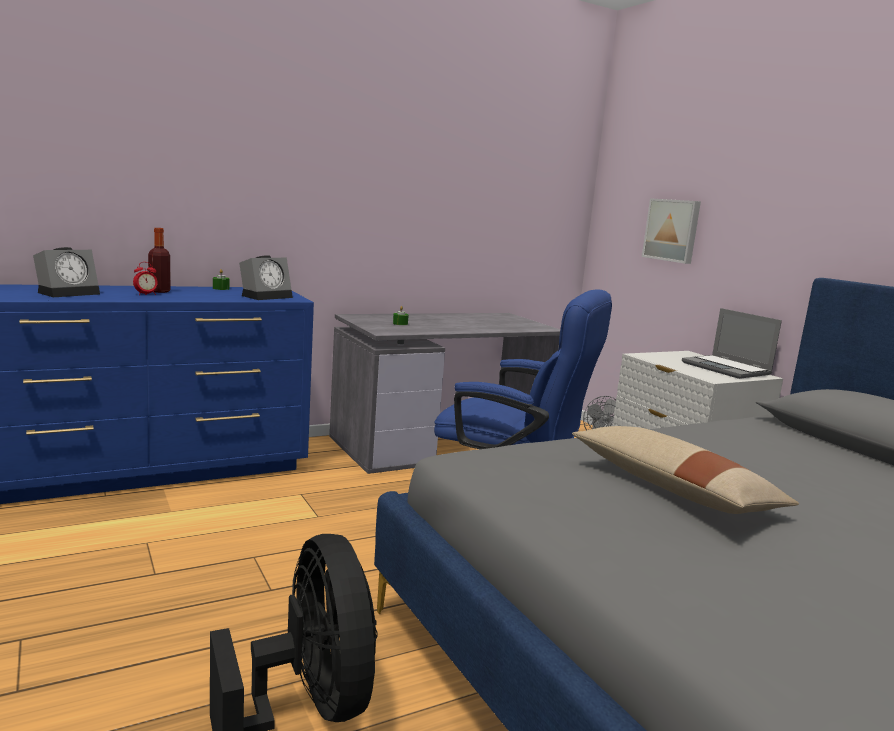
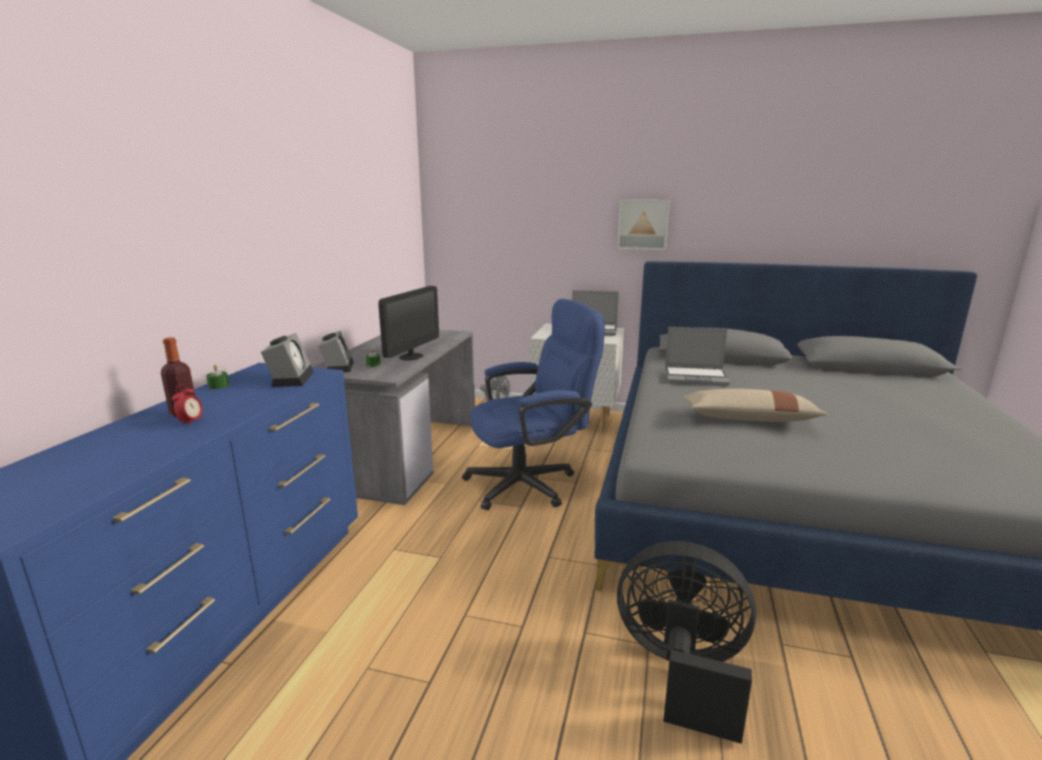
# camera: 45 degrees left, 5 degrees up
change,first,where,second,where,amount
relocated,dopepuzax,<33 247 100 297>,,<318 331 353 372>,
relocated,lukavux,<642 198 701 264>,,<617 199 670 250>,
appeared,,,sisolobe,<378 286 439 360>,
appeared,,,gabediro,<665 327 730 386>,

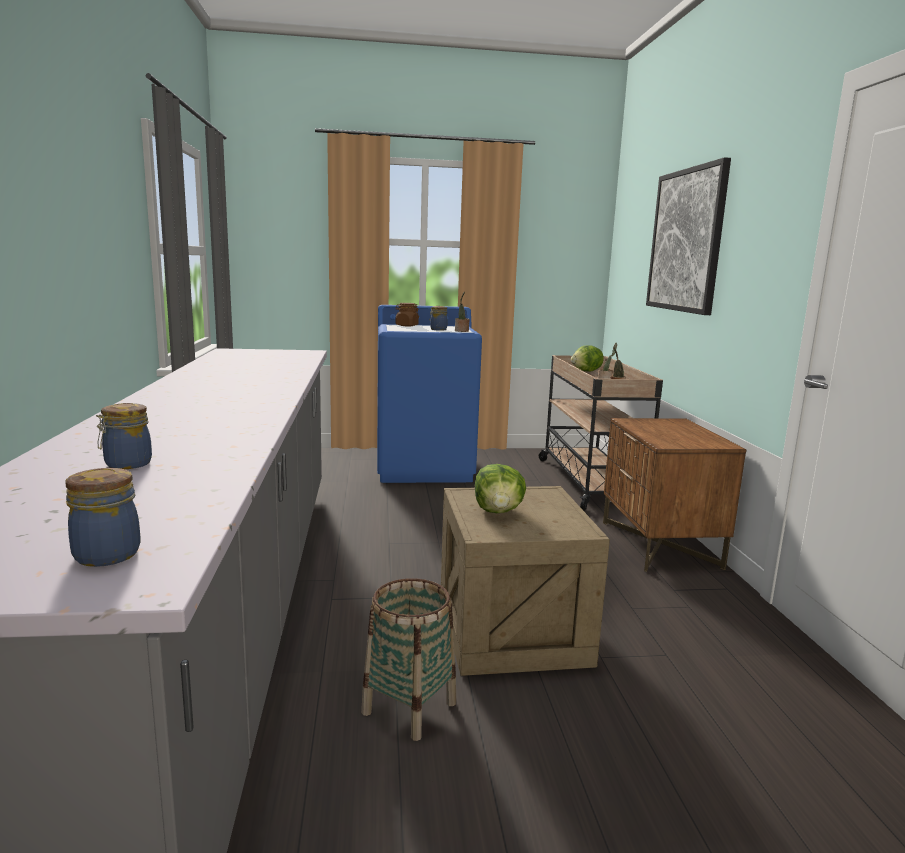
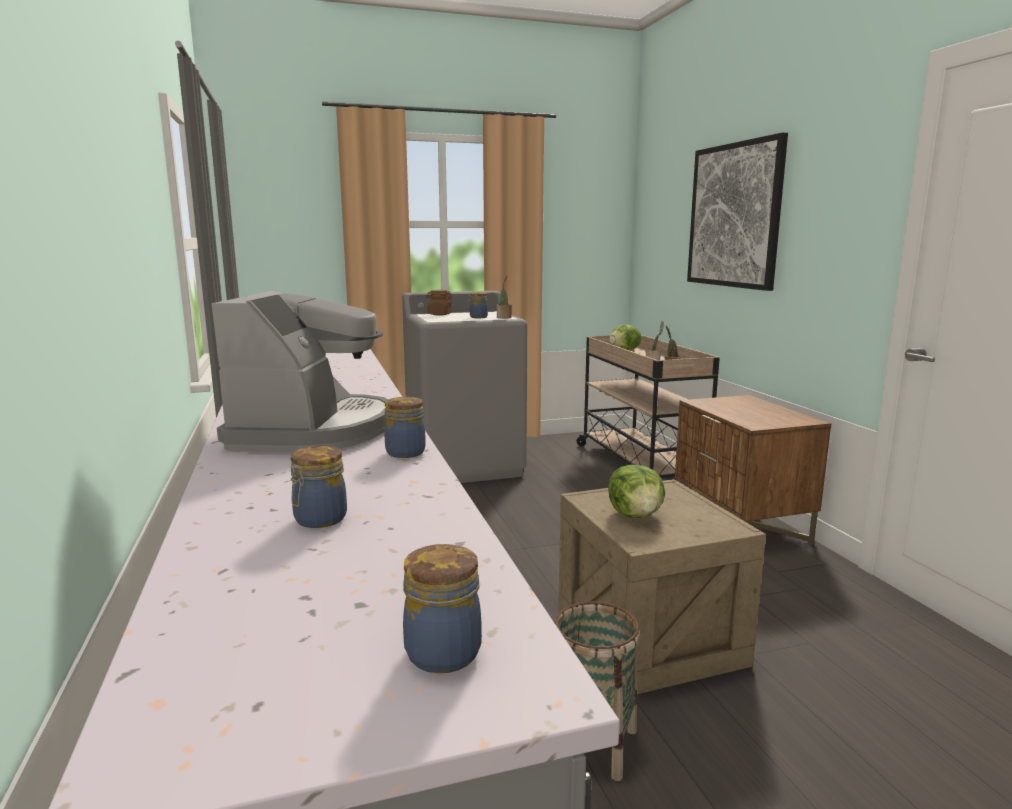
# camera: 10 degrees left, 0 degrees up
change,first,where,second,where,amount
colour,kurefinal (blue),<377 305 482 483>,kurefinal (grey),<402 291 527 483>,
appeared,,,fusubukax,<211 291 388 452>,
appeared,,,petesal,<385 397 426 458>,

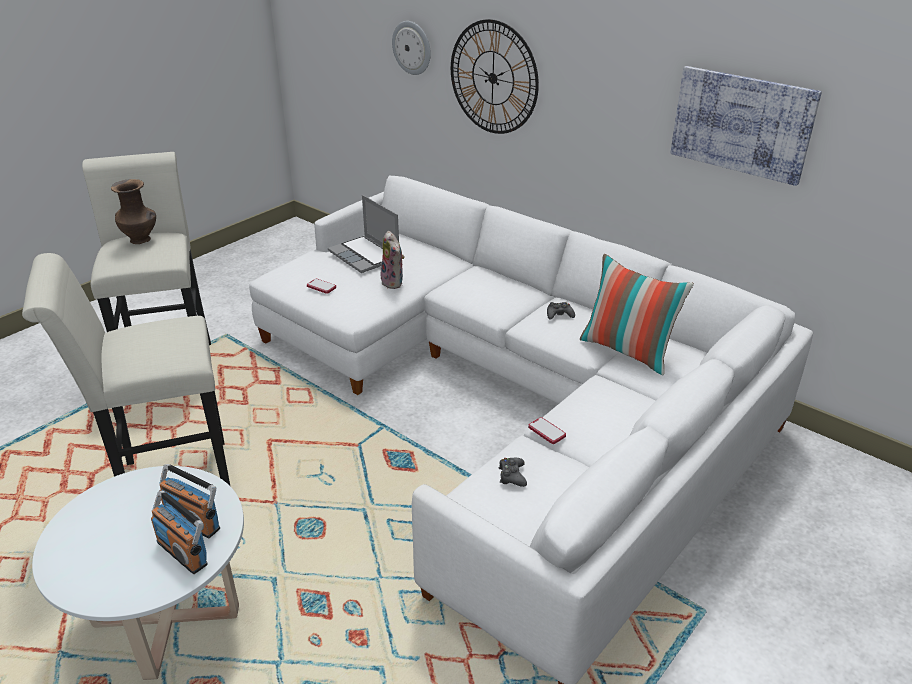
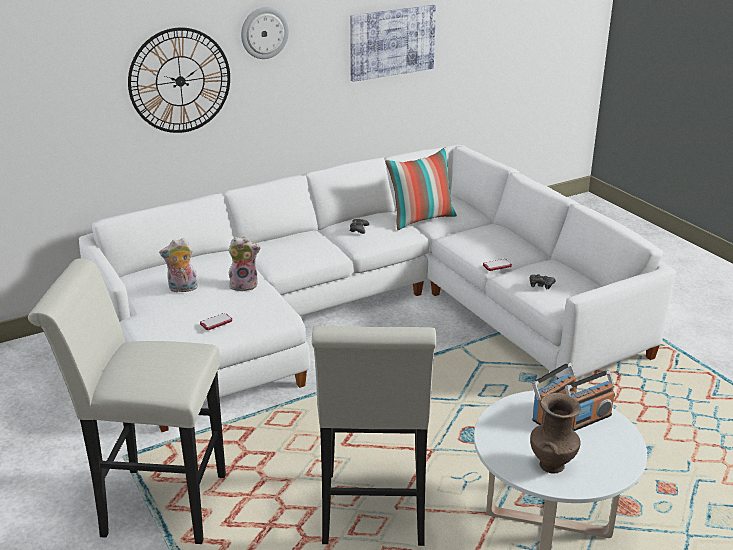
# camera: 70 degrees left, 5 degrees down
change,first,where,second,where,amount
relocated,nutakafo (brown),<111 179 156 244>,,<530 393 581 474>,
exchanged,gabediro,<328 195 399 273>,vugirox,<159 238 199 293>,
relocated,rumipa,<392 21 431 75>,,<241 7 289 59>,

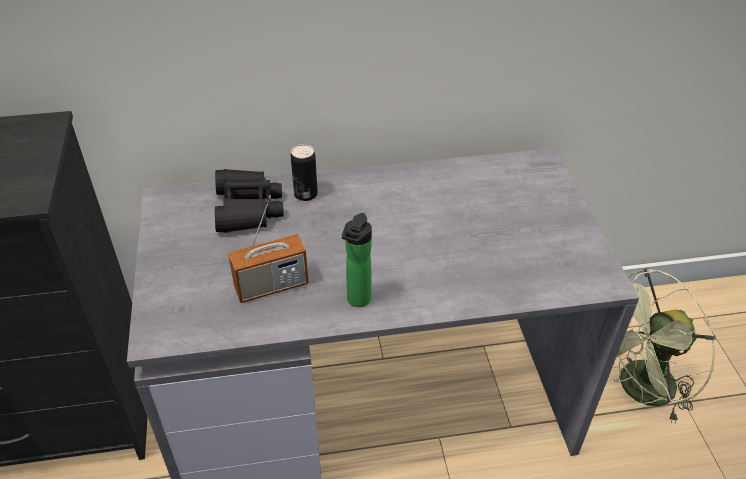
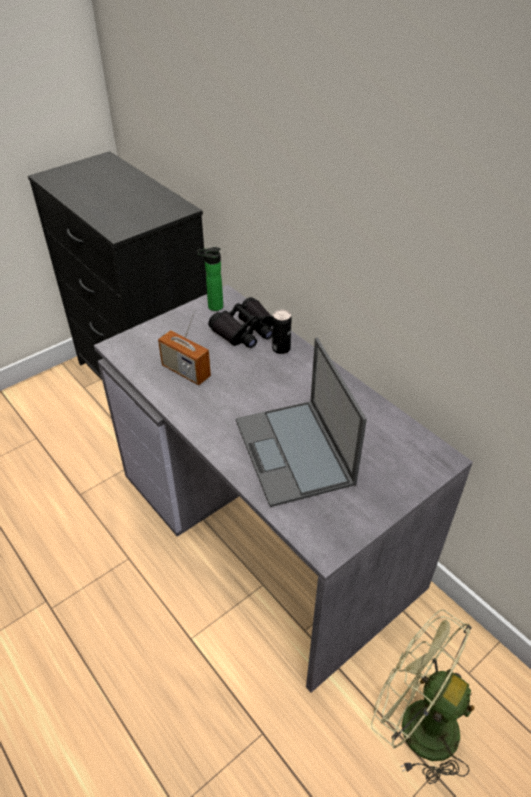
# camera: 60 degrees right, 0 degrees up
change,first,where,second,where,amount
relocated,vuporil,<342 213 372 307>,,<197 247 223 311>,
appeared,,,gabediro,<236 338 367 507>,

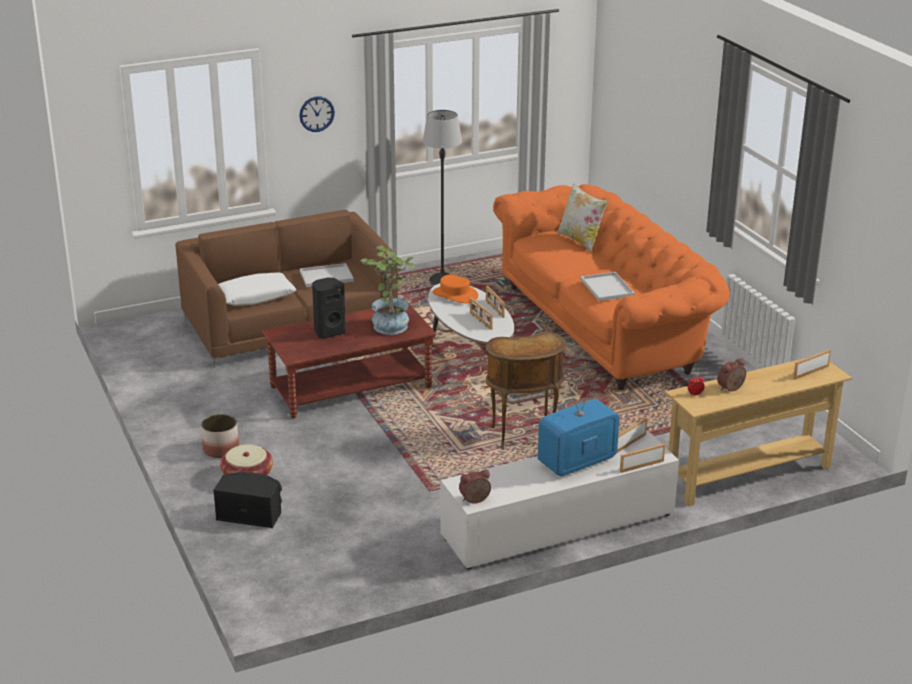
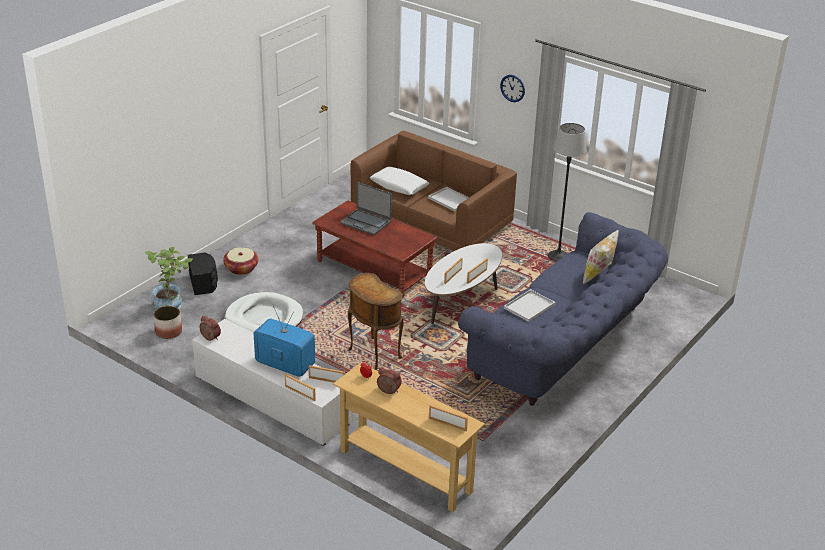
# camera: 60 degrees right, 5 degrees up
change,first,where,second,where,amount
relocated,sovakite,<201 414 239 458>,,<153 306 182 339>,
exchanged,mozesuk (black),<312 277 346 339>,gabediro,<340 182 392 235>,
relocated,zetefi,<361 245 416 335>,,<145 247 193 309>,
missing,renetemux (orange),<432 275 478 303>,,,
colour,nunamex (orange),<493 184 730 390>,nunamex (blue),<458 212 668 406>,
appeared,,,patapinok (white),<225 292 303 333>,

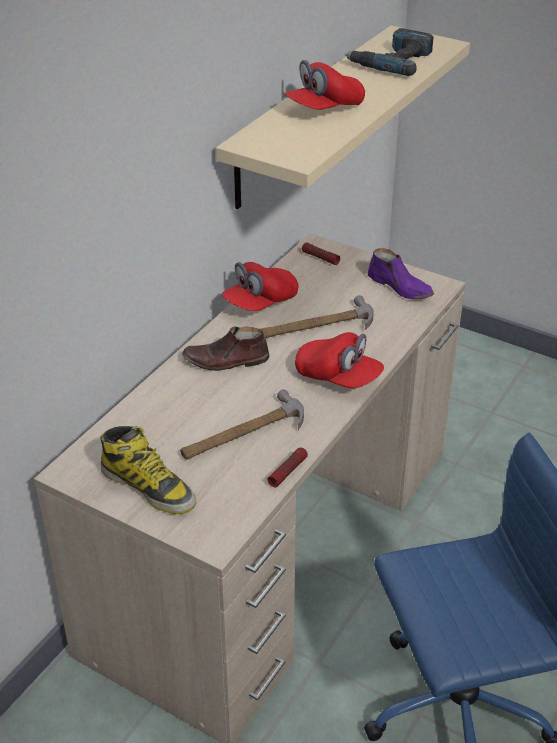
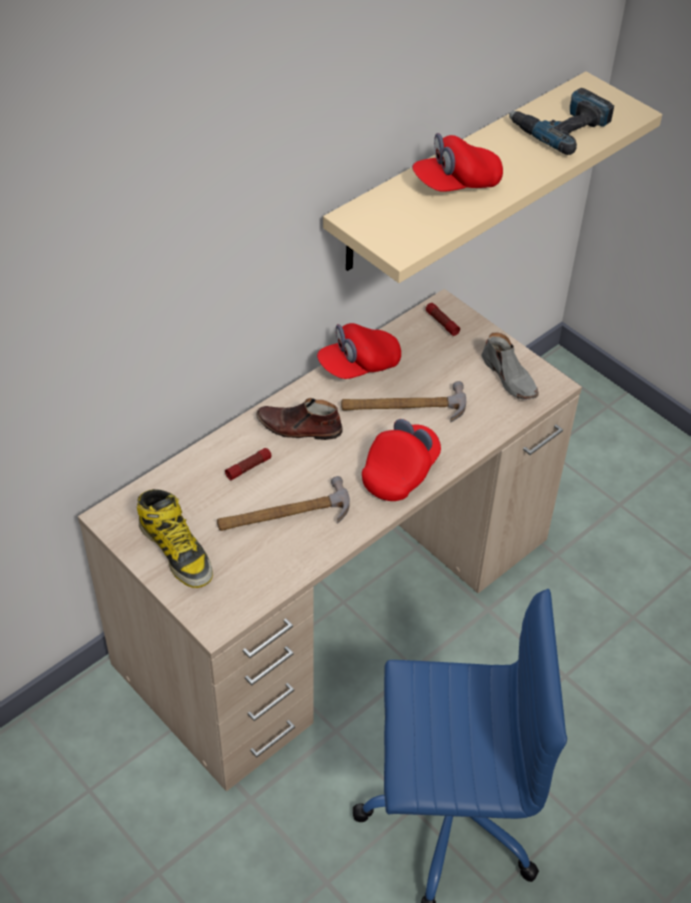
# camera: 15 degrees right, 10 degrees up
change,first,where,second,where,amount
relocated,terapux,<267 447 308 488>,,<225 448 272 480>,
spun,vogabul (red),<295 332 384 388>,,<362 419 441 501>,105 degrees counterclockwise
colour,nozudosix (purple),<368 248 434 300>,nozudosix (grey),<481 332 539 400>,

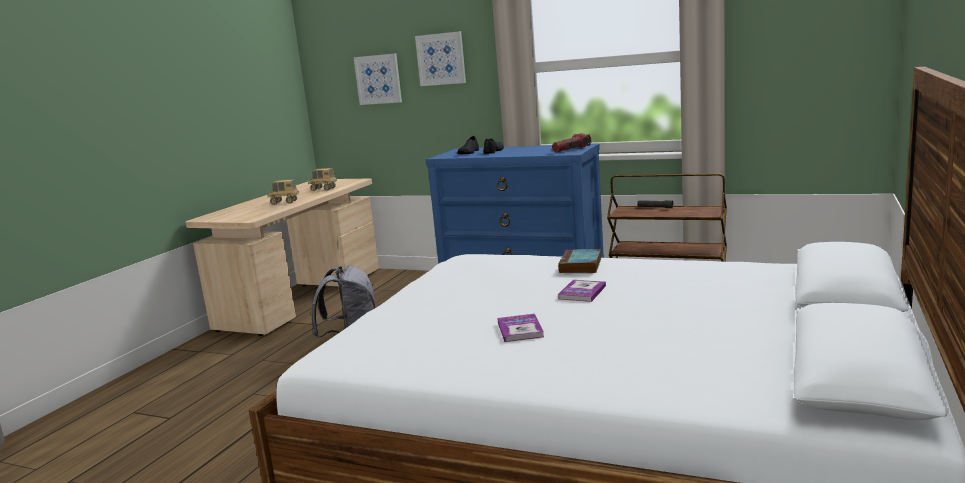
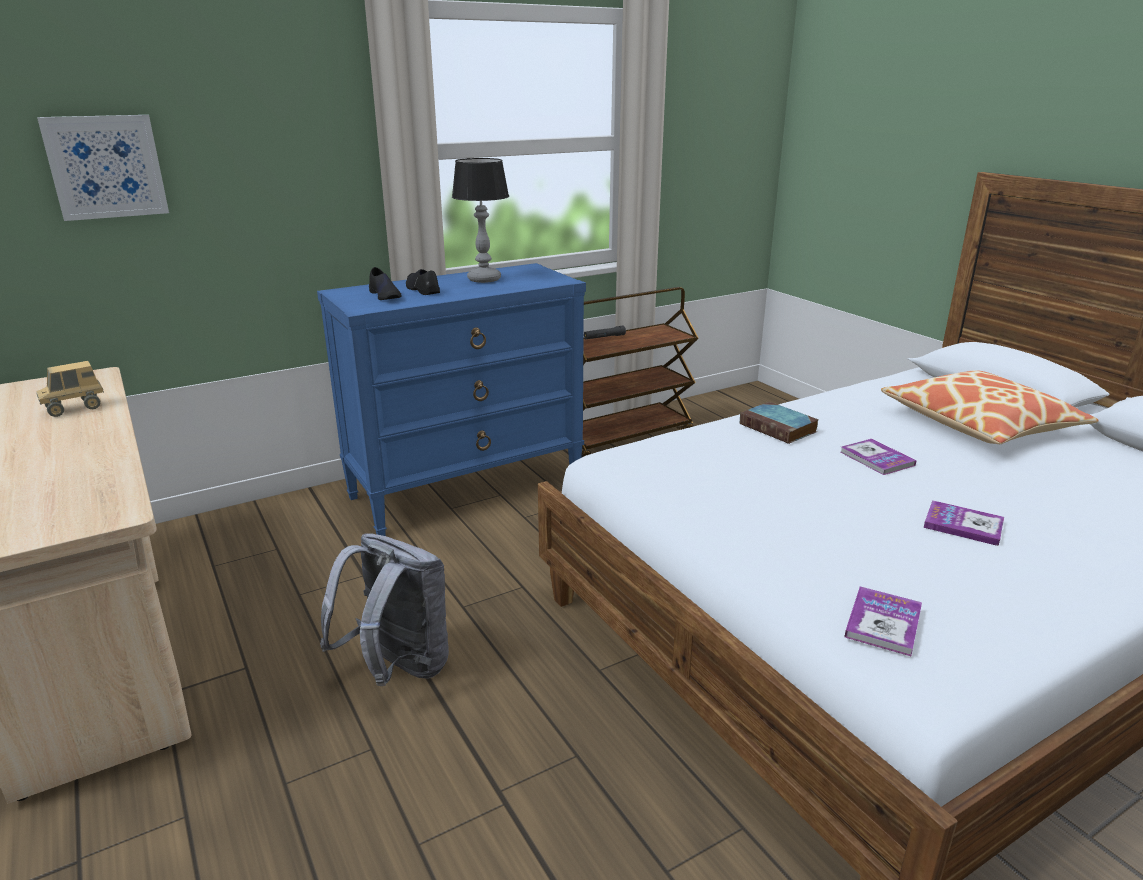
# camera: 55 degrees left, 10 degrees up
change,first,where,second,where,amount
missing,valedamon,<268 179 299 205>,,,
missing,lukavux,<415 31 466 86>,,,
missing,terapux,<552 133 591 152>,,,
appeared,,,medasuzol,<452 158 509 283>,
appeared,,,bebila,<844 586 922 656>,
appeared,,,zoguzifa,<881 370 1099 444>,

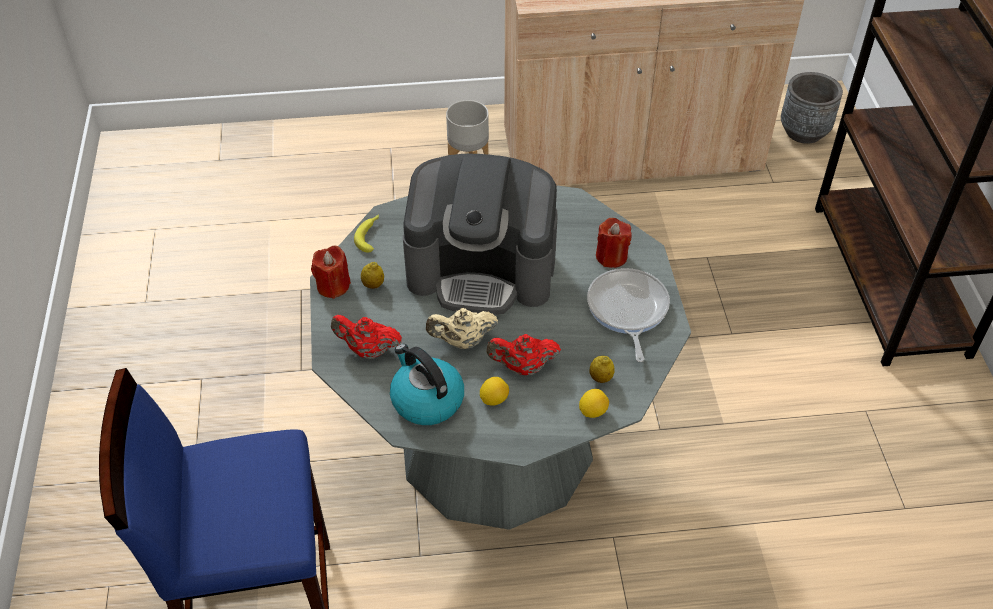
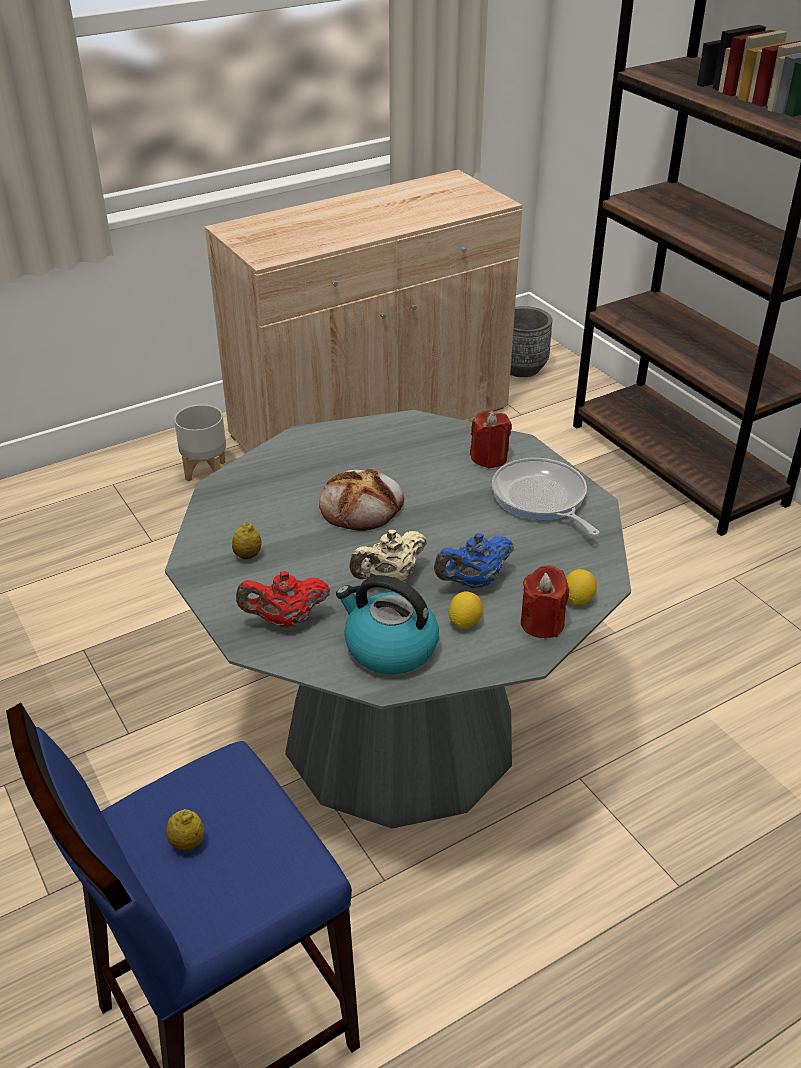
# camera: 25 degrees left, 10 degrees down
change,first,where,second,where,amount
relocated,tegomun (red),<311 246 351 299>,,<521 565 569 638>,
missing,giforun,<354 215 379 253>,,,
exchanged,fusubukax,<403 153 558 315>,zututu,<319 469 404 531>,
colour,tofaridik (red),<486 334 561 375>,tofaridik (blue),<434 533 514 588>,
relocated,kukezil,<589 356 615 383>,,<166 809 204 851>,

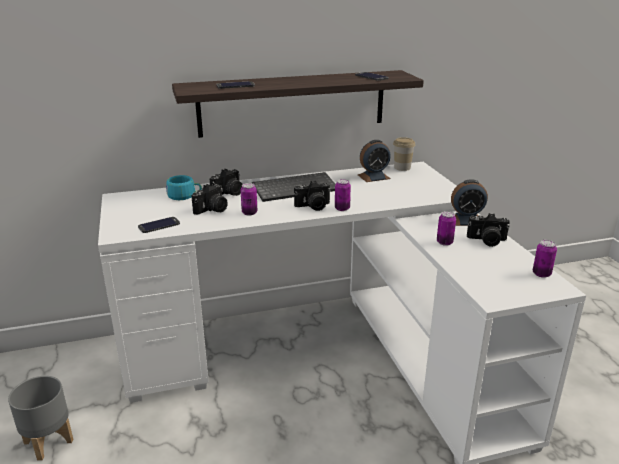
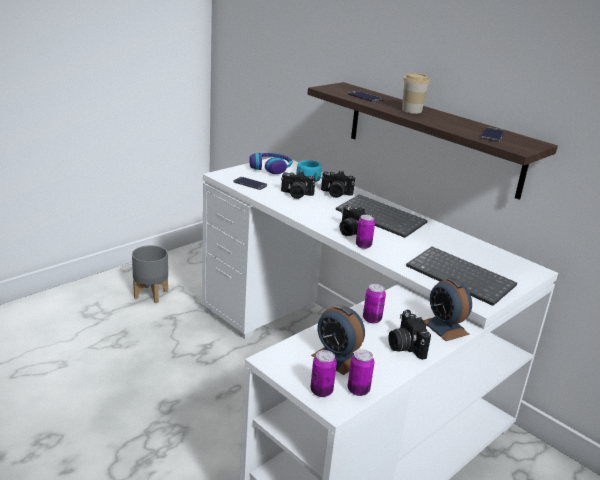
# camera: 60 degrees right, 0 degrees up
change,first,where,second,where,amount
relocated,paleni,<241 183 257 215>,,<310 350 337 397>,
relocated,dopepuzax,<358 140 391 182>,,<311 304 365 375>,
relocated,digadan,<393 137 415 171>,,<402 73 430 114>,
appeared,,,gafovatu,<249 153 292 174>,
appeared,,,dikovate,<406 247 517 306>,

